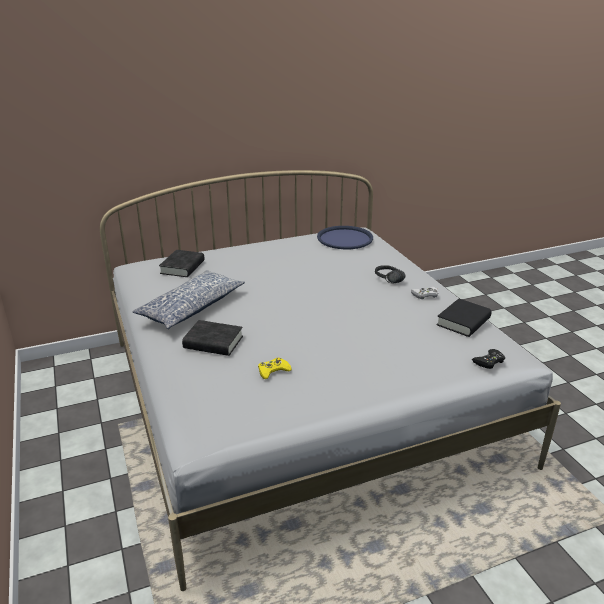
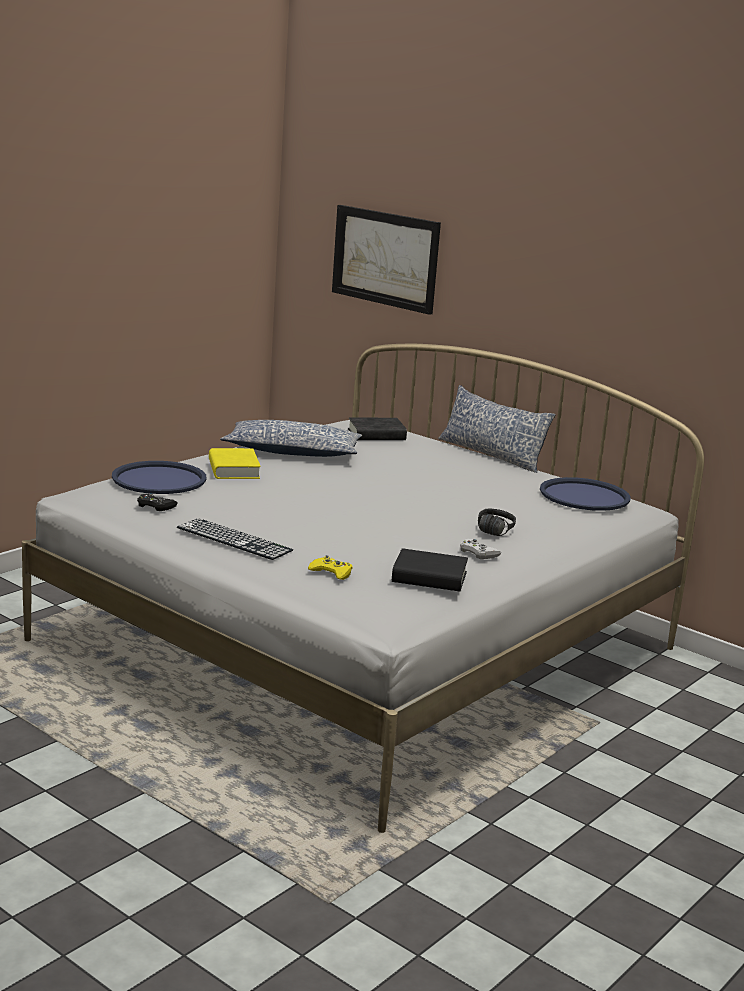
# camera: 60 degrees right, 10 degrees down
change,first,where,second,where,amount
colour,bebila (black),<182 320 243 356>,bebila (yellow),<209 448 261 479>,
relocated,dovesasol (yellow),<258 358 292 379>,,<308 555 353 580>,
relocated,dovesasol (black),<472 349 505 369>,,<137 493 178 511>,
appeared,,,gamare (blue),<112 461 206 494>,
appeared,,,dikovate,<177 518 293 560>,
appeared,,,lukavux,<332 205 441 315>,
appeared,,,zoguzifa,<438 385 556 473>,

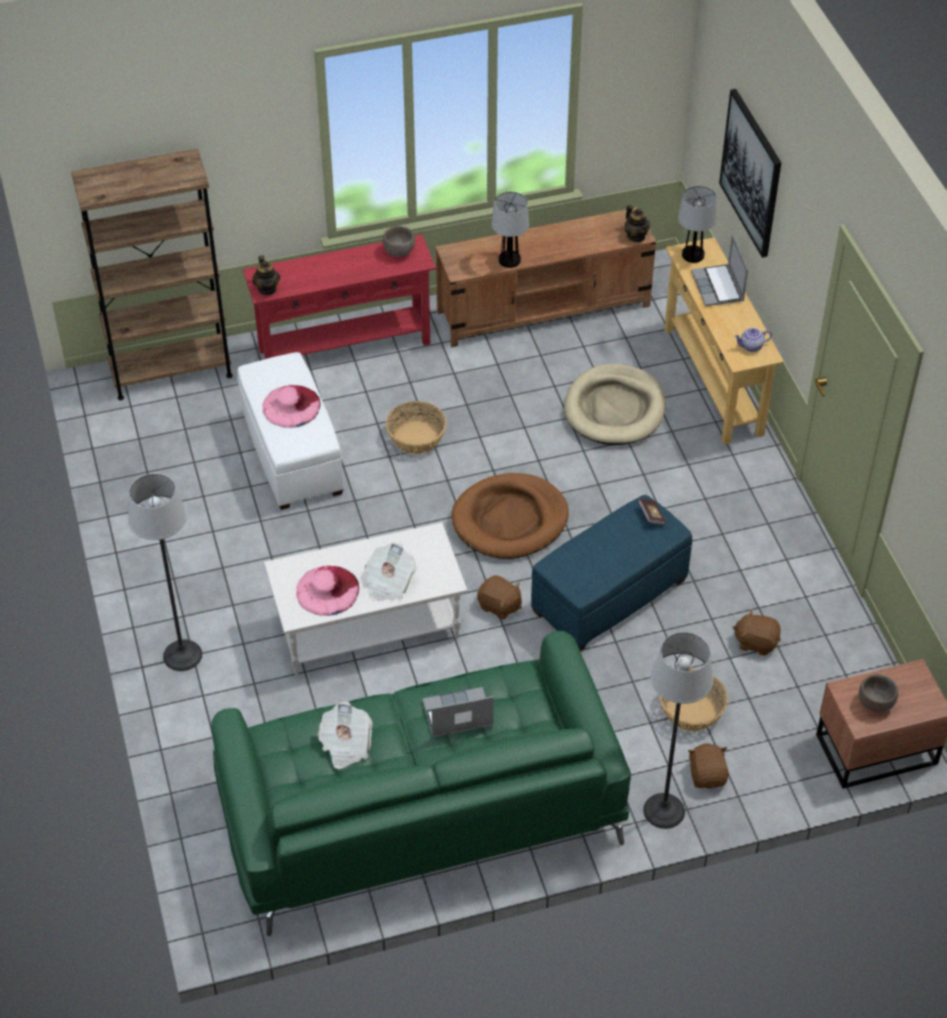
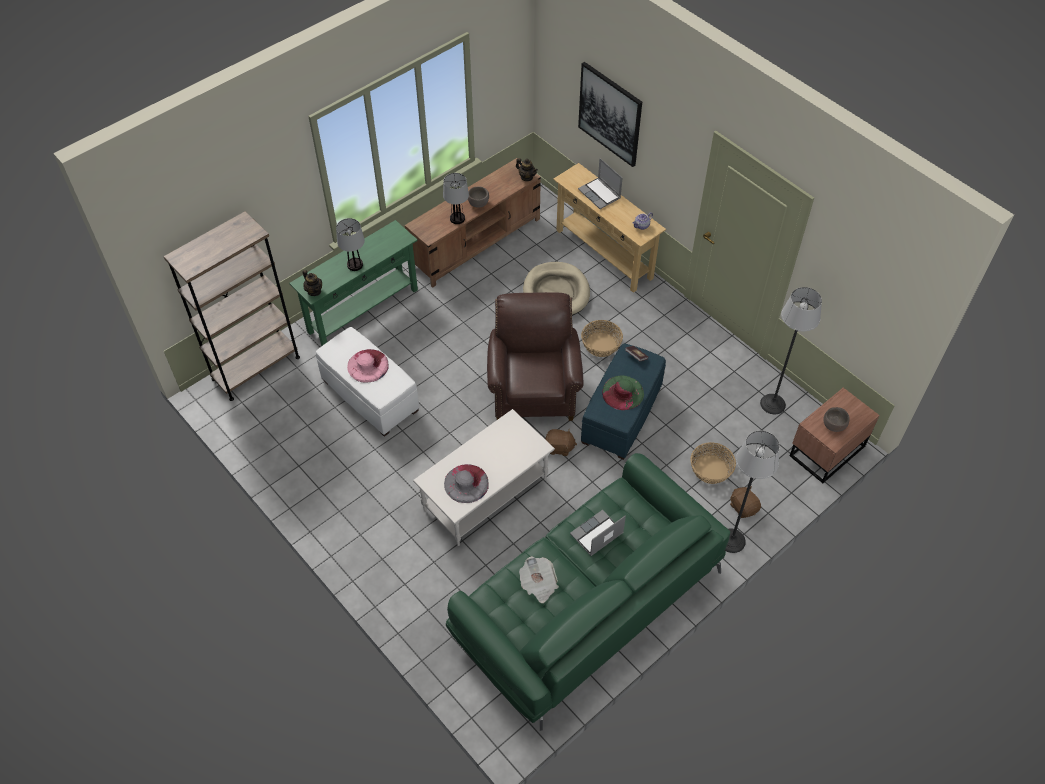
# camera: 25 degrees left, 5 degrees up
change,first,where,second,where,amount
relocated,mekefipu,<128 474 202 671>,,<760 287 822 414>,
colour,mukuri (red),<243 234 436 359>,mukuri (green),<289 220 418 346>,
colour,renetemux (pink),<296 566 359 616>,renetemux (grey),<444 464 489 503>,
missing,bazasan,<365 543 416 601>,,,
relocated,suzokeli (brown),<383 226 415 257>,,<468 186 489 208>,
relocated,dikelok,<386 401 447 454>,,<581 320 623 357>,
exchanged,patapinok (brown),<452 473 569 559>,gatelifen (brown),<487 292 584 421>,
relocated,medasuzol,<678 186 717 263>,,<336 218 365 271>,
missing,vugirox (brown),<733 609 781 656>,,,
appeared,,,renetemux (green),<602 375 644 410>,

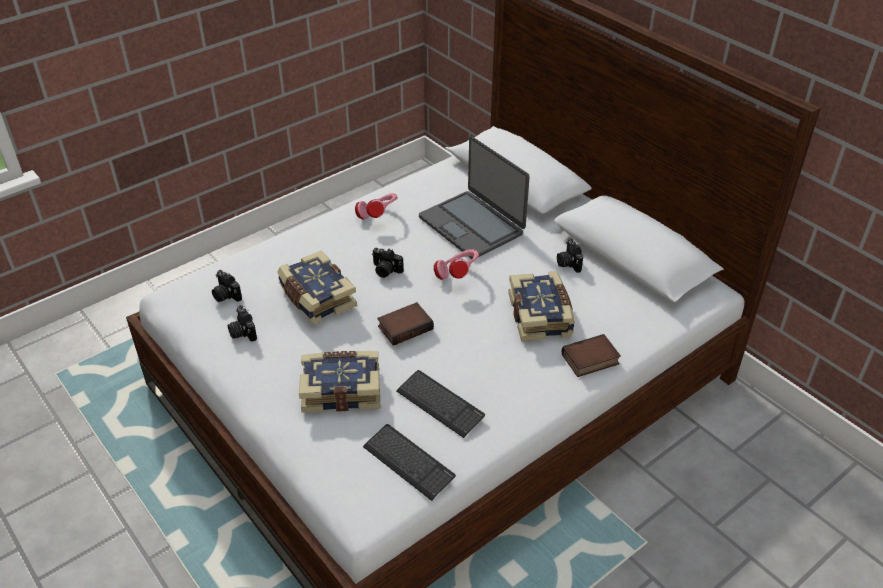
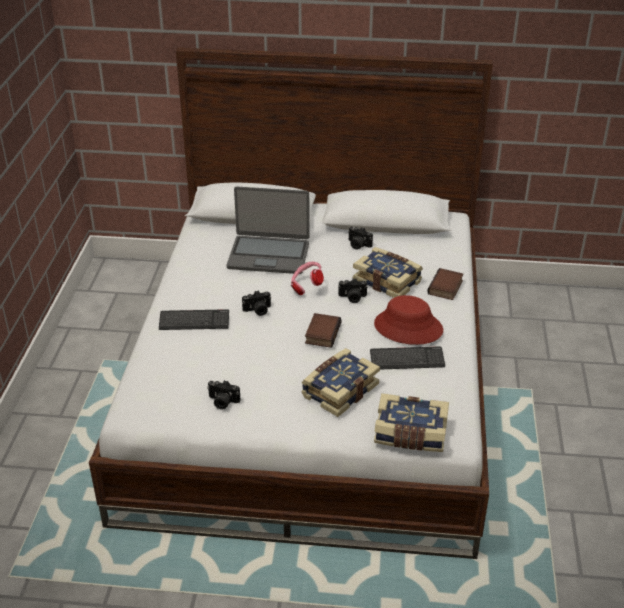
# camera: 45 degrees left, 5 degrees down
change,first,where,second,where,amount
relocated,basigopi,<212 270 242 302>,,<338 279 368 303>,
relocated,bebila,<277 250 357 324>,,<374 393 449 452>,
missing,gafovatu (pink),<355 193 398 219>,,,
relocated,dikovate,<363 424 456 501>,,<159 309 229 330>,
appeared,,,renetemux (red),<374 295 443 345>,

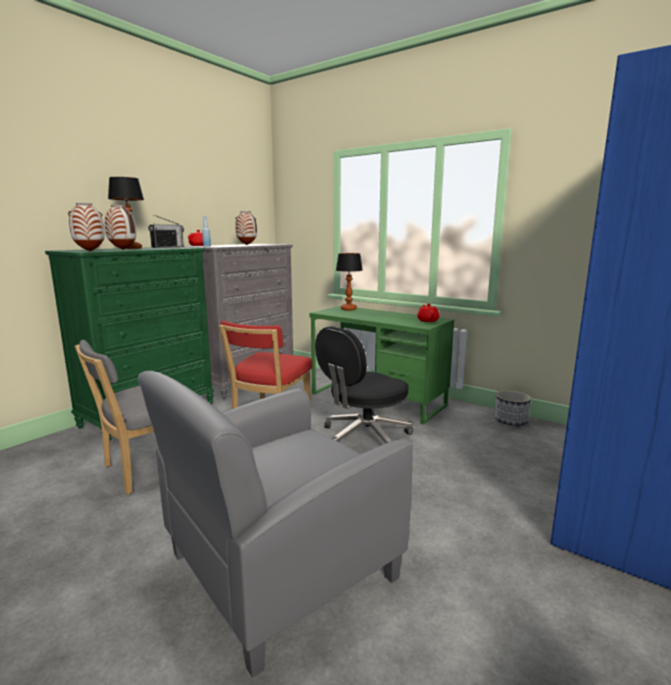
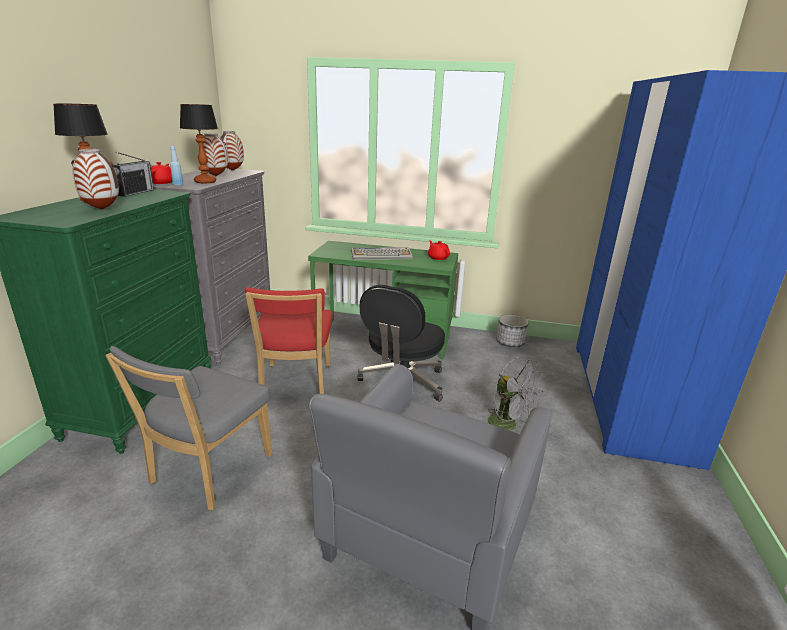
# camera: 25 degrees left, 10 degrees up
change,first,where,second,where,amount
relocated,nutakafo,<68 203 105 252>,,<220 131 244 171>,
relocated,medasuzol,<336 253 363 311>,,<180 104 218 183>,
appeared,,,dikovate,<351 247 413 260>,
appeared,,,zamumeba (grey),<488 357 544 430>,

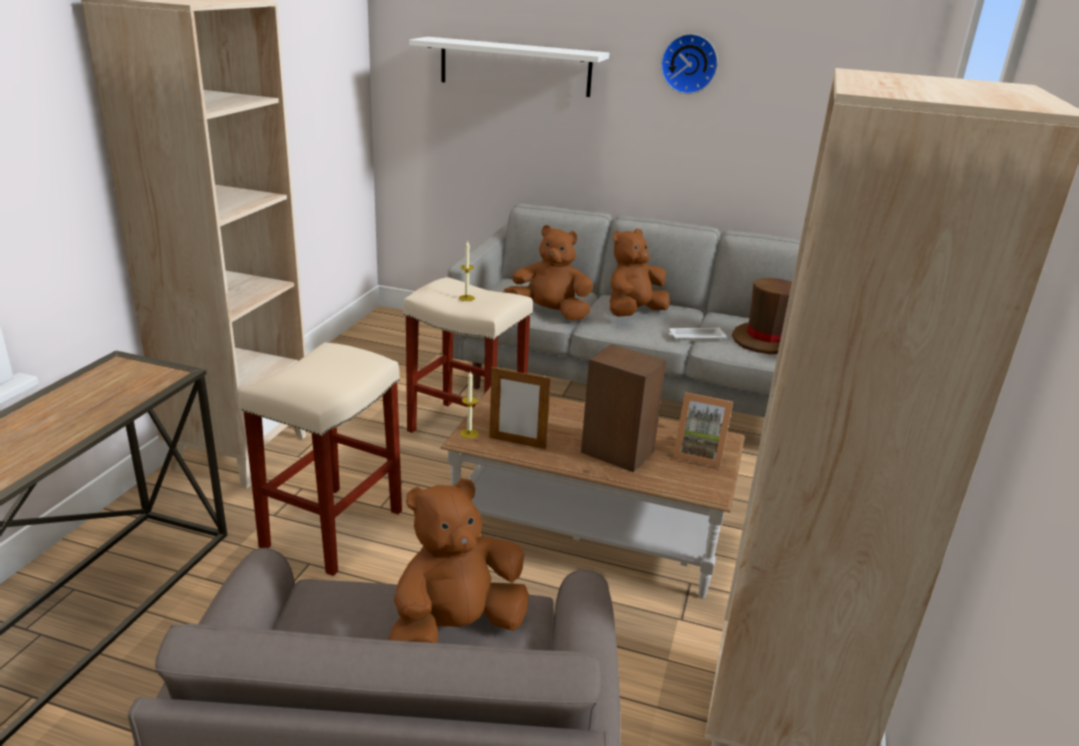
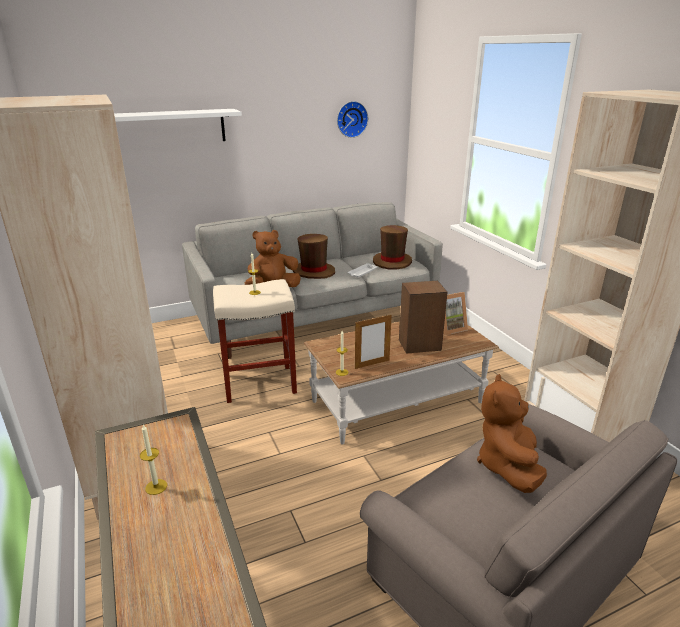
# camera: 40 degrees left, 0 degrees up
change,first,where,second,where,amount
missing,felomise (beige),<239 342 402 576>,,,
exchanged,vugirox (brown),<610 228 670 317>,renetemux (brown),<293 234 335 279>,
relocated,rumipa,<661 34 718 94>,,<337 101 368 138>,
appeared,,,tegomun,<140 425 167 495>,

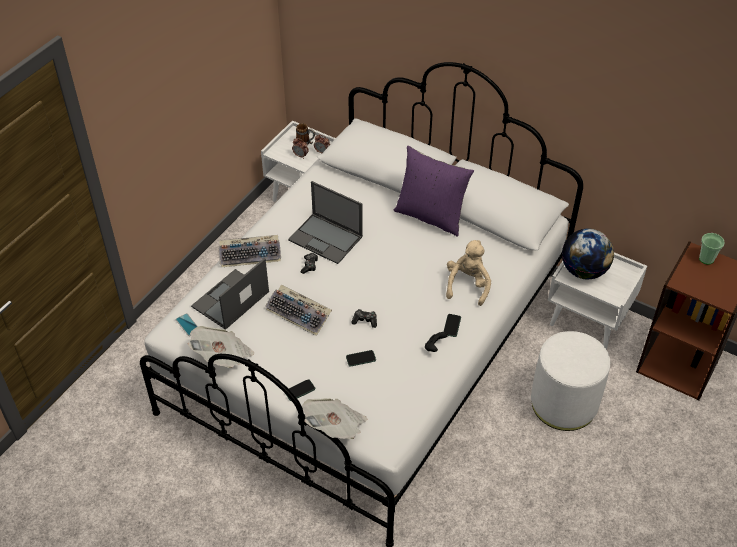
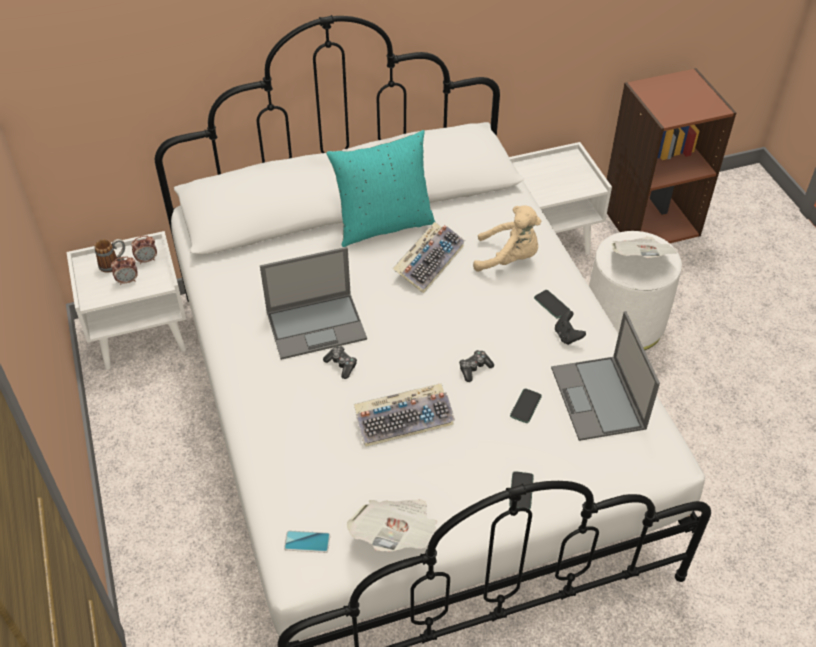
# camera: 50 degrees left, 0 degrees up
change,first,where,second,where,amount
relocated,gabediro,<191 258 269 330>,,<551 311 660 441>,
relocated,dikovate,<219 235 281 267>,,<393 222 465 294>,
relocated,bazasan,<302 398 367 439>,,<612 237 679 258>,
colour,zoguzifa (purple),<394 146 474 237>,zoguzifa (turquoise),<326 130 435 247>,
spun,vugirox (beige),<446 240 491 306>,,<473 205 541 272>,135 degrees clockwise
missing,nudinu,<562 228 614 279>,,,
missing,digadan,<699 233 725 264>,,,

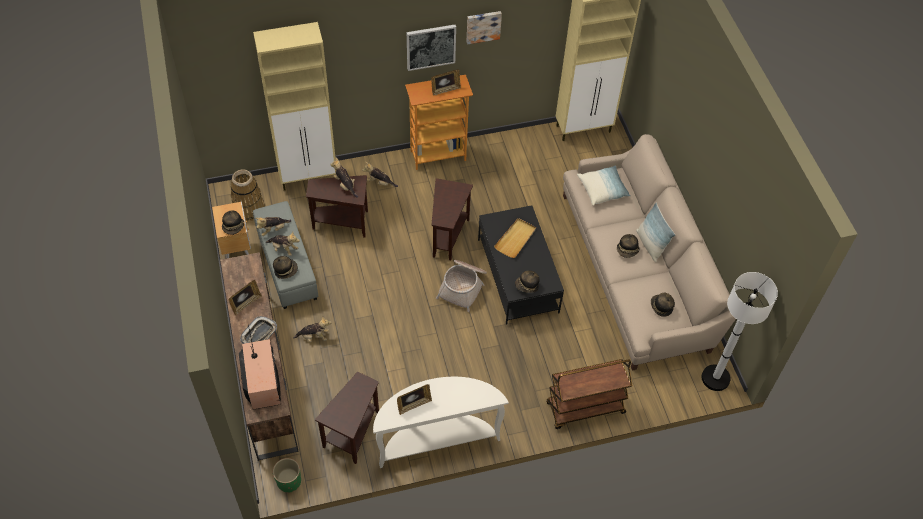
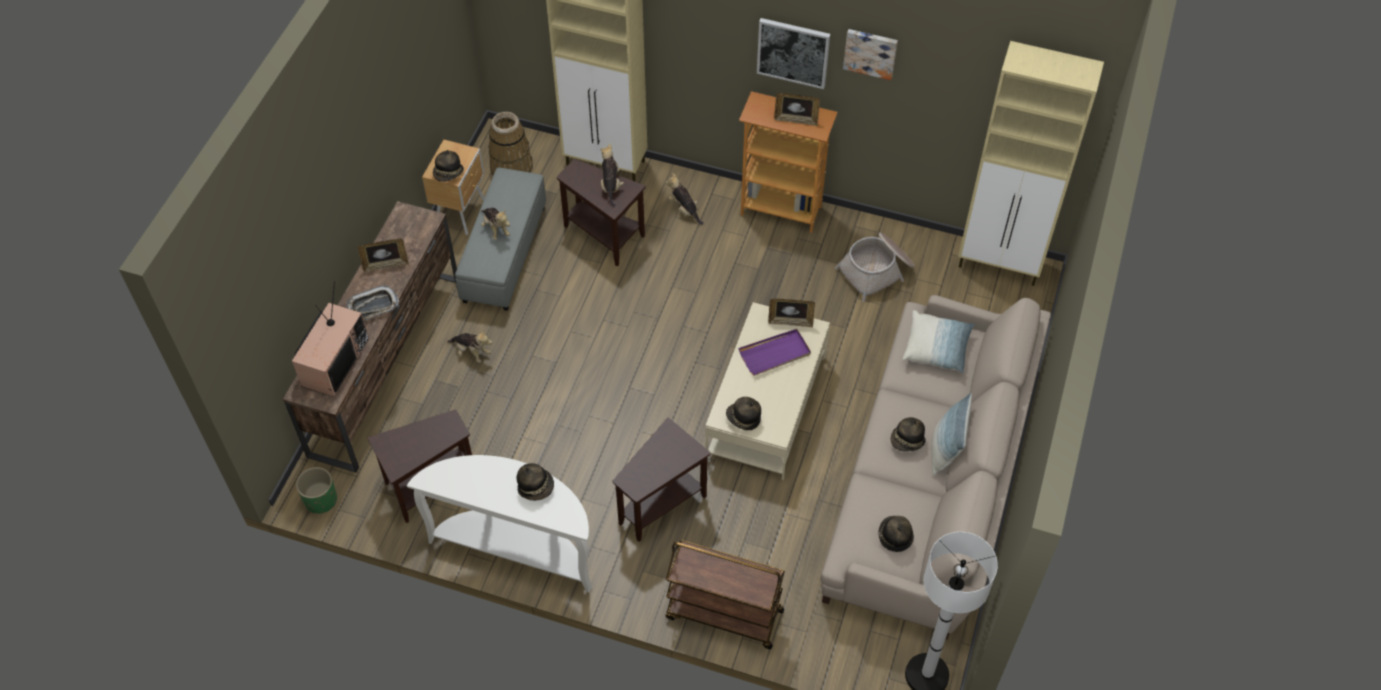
# camera: 35 degrees right, 0 degrees up
change,first,where,second,where,amount
missing,vugirox,<255 217 291 236>,,,
relocated,renetemux,<273 256 298 279>,,<516 463 554 501>,
relocated,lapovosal,<397 384 432 415>,,<768 299 815 328>,
relocated,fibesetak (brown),<432 178 473 260>,,<613 417 711 542>,
relocated,dikelok,<436 260 487 312>,,<835 232 914 302>,
colour,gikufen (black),<478 205 564 325>,gikufen (beige),<705 302 830 480>,
colour,gamare (beige),<494 218 536 258>,gamare (purple),<738 329 811 376>,

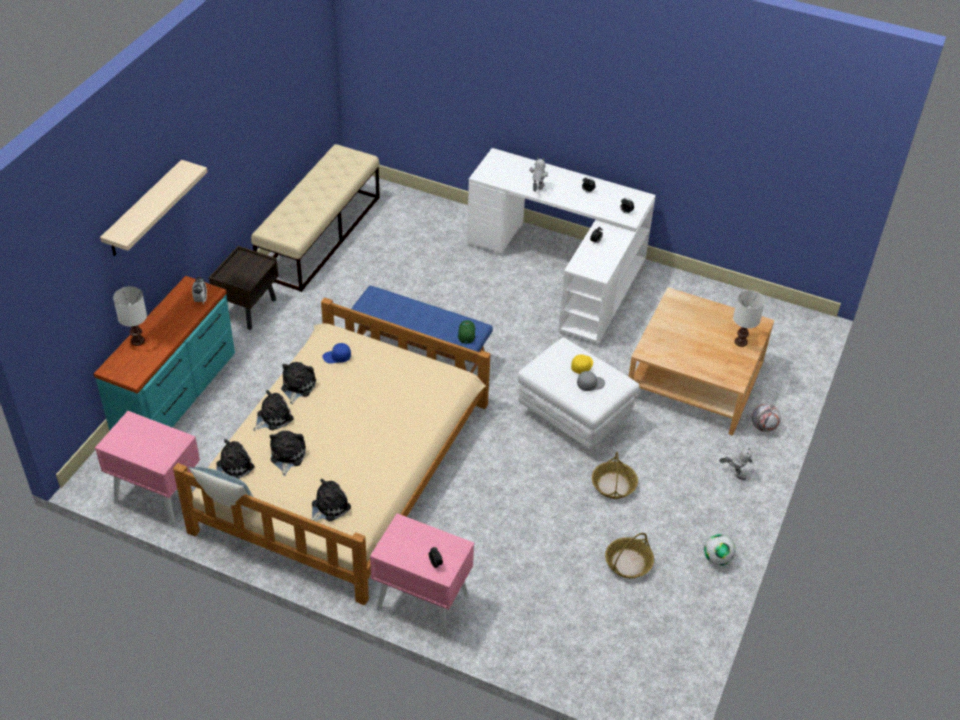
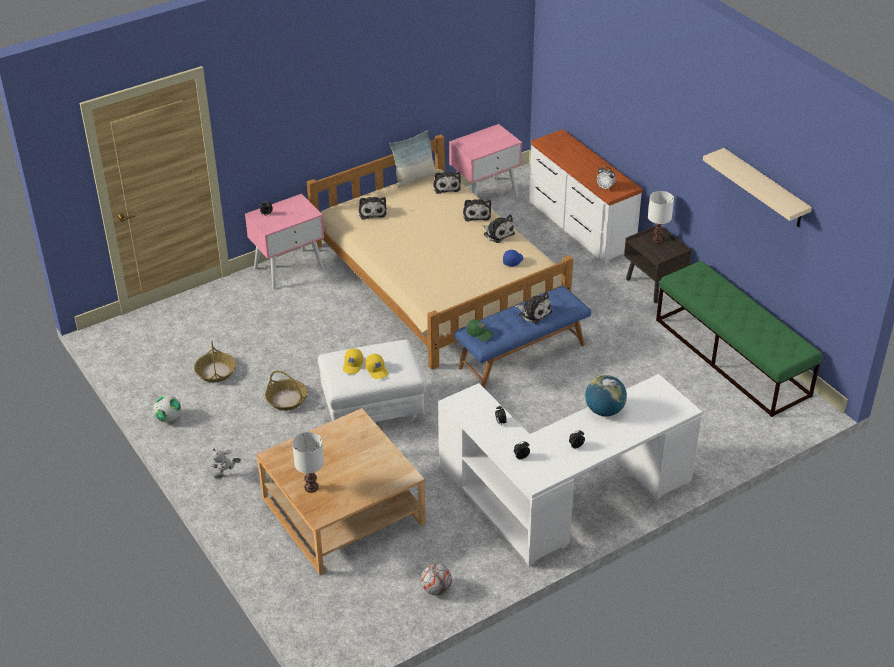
# camera: 125 degrees right, 5 degrees down
change,first,where,second,where,amount
colour,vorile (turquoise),<94 276 235 431>,vorile (white),<529 129 643 264>,
relocated,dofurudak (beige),<100 160 208 256>,,<703 148 812 227>,
relocated,medasuzol (white),<113 286 147 346>,,<648 191 674 244>,
colour,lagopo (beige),<251 144 380 292>,lagopo (green),<656 261 822 417>,
relocated,vugirox,<270 431 306 476>,,<514 292 552 324>,
exchanged,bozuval,<529 157 548 192>,nudinu,<585 375 627 416>,
colour,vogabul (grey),<577 371 605 391>,vogabul (yellow),<343 348 363 374>,
relocated,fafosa,<752 404 781 432>,,<421 564 452 595>,

